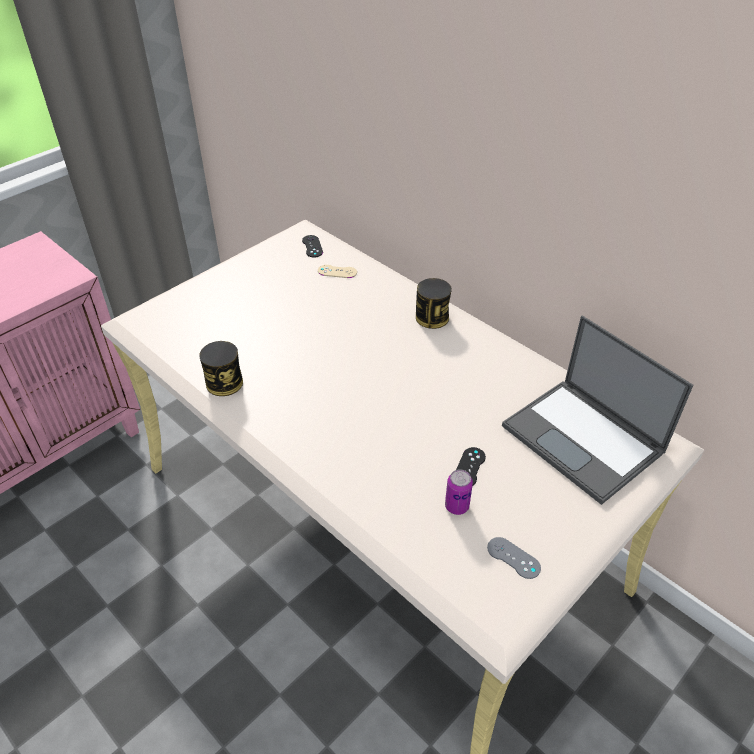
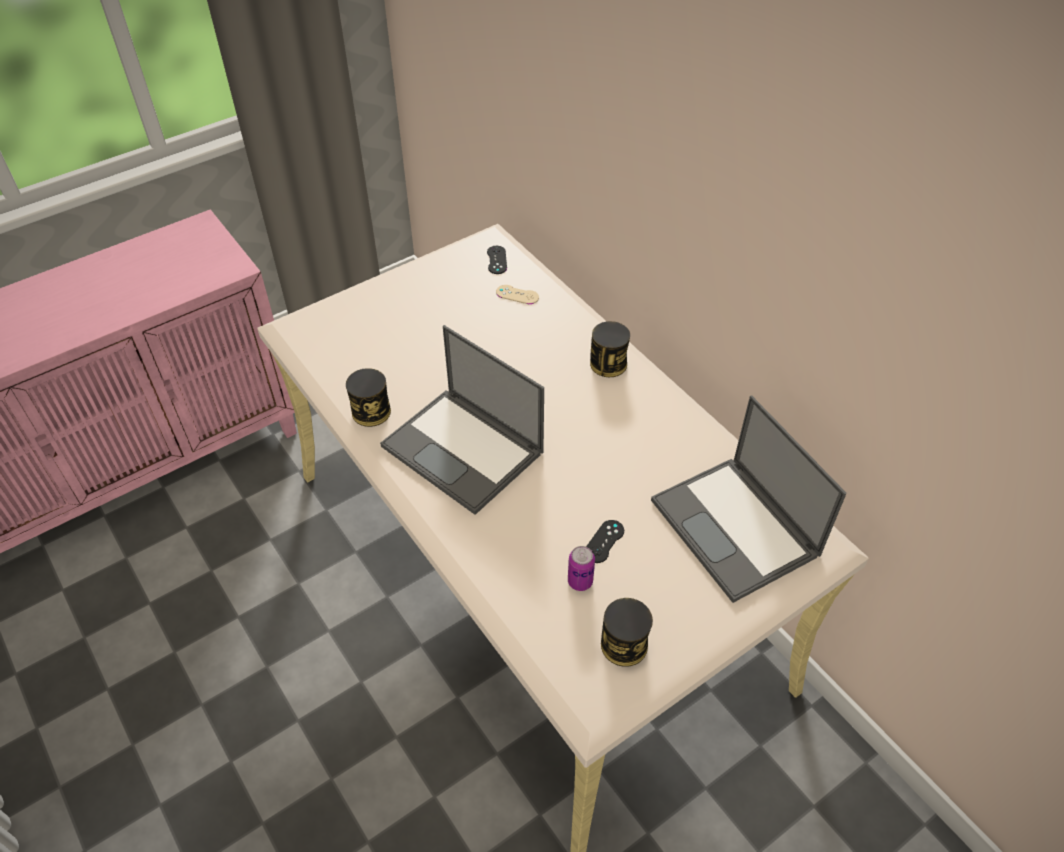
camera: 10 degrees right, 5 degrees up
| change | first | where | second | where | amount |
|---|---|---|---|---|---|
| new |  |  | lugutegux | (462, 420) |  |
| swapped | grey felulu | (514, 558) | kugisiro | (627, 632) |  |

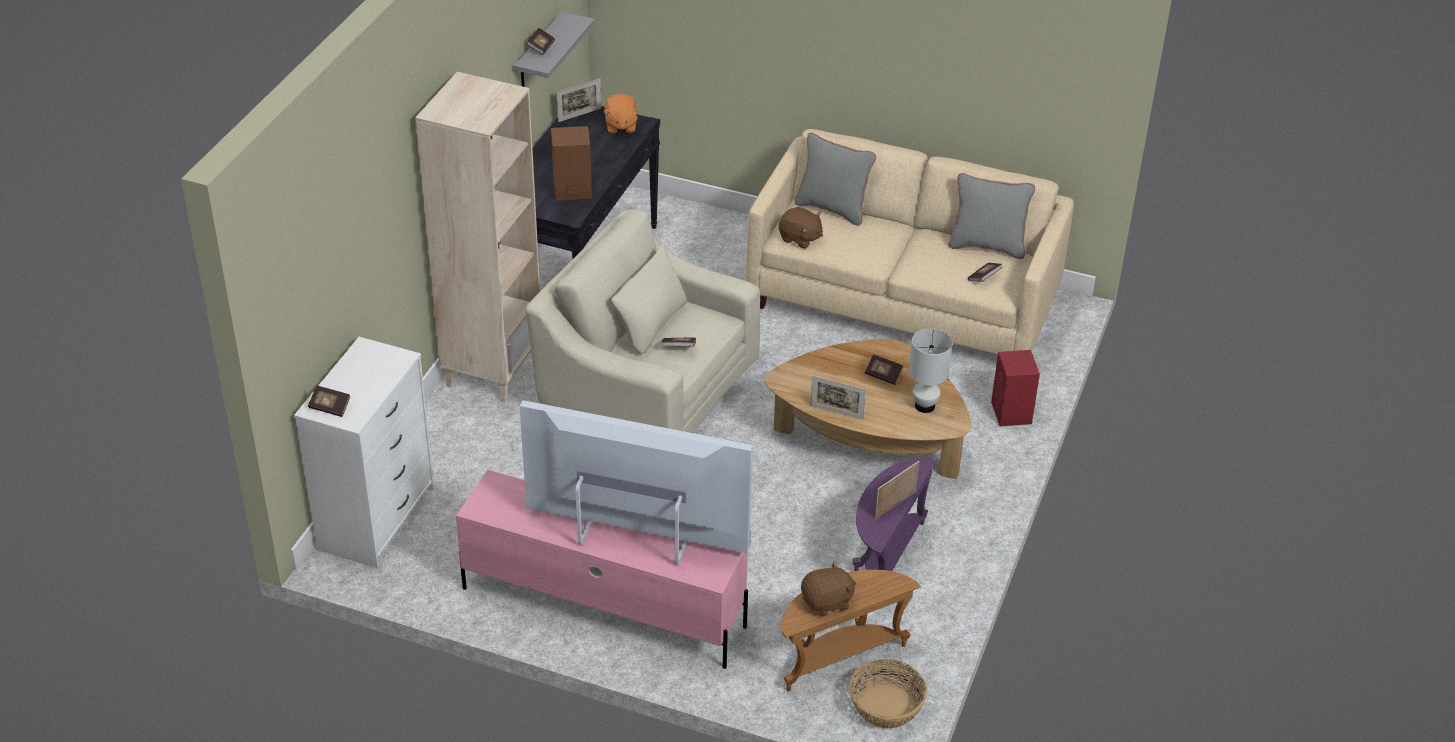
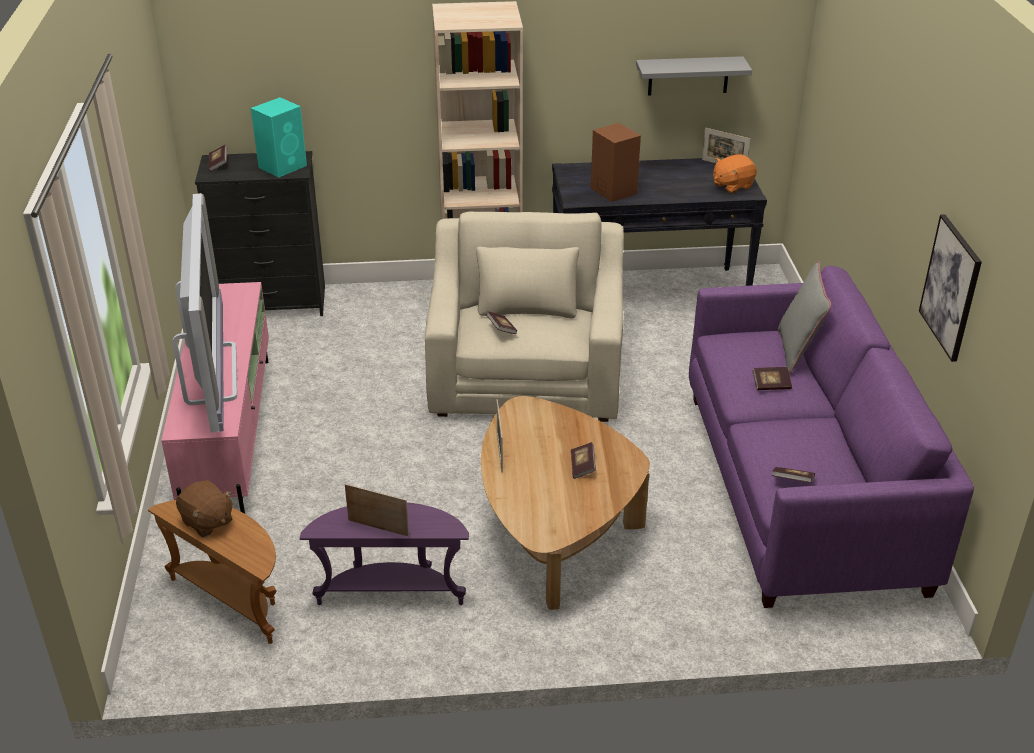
camera: 65 degrees right, 5 degrees down
| change | first | where | second | where | amount |
|---|---|---|---|---|---|
| repainted | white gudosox | (364, 452) | black gudosox | (260, 233) |  |
| new |  |  | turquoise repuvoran | (279, 137) |  |
| repainted | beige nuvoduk | (910, 242) | purple nuvoduk | (831, 437) |  |
| shifted | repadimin | (540, 41) |  | (772, 378) |  |
| new |  |  | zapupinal | (950, 288) |  |
| gone | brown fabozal | (801, 228) |  |  |  |
| gone | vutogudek | (888, 694) |  |  |  |
| gone | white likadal | (931, 370) |  |  |  |
| gone | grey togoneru | (992, 216) |  |  |  |
| gone | red repuvoran | (1015, 388) |  |  |  |

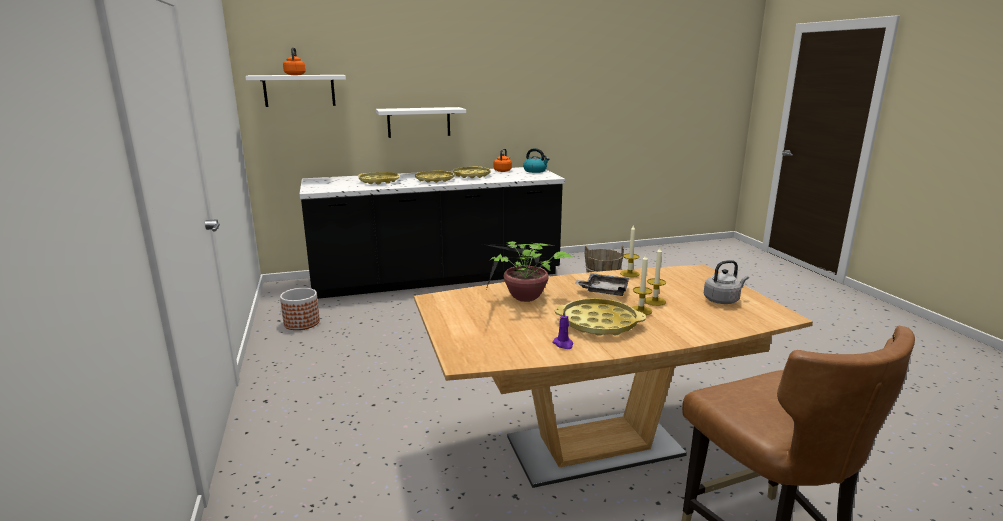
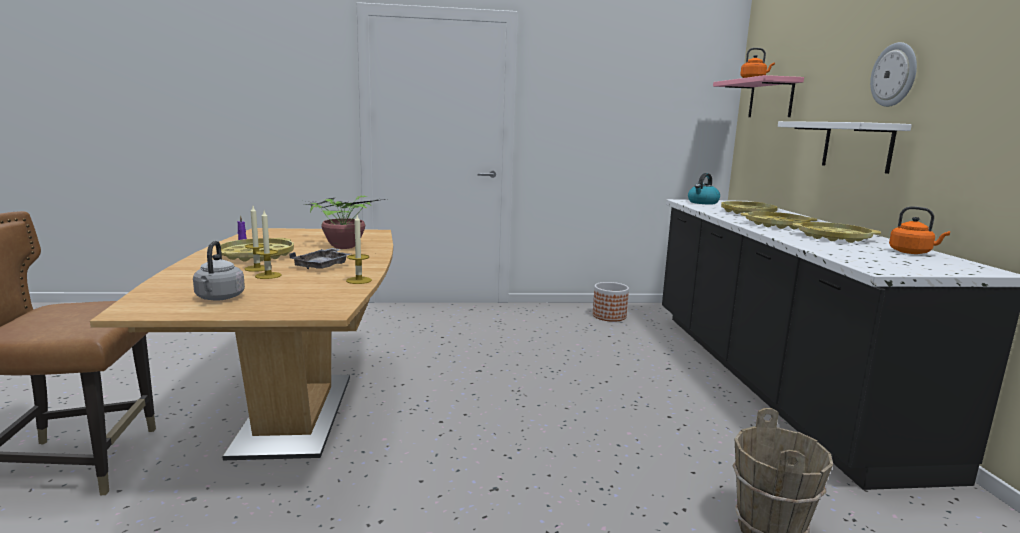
camera: 100 degrees right, 5 degrees down
| change | first | where | second | where | amount |
|---|---|---|---|---|---|
| shifted | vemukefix | (536, 160) |  | (704, 188) |  |
| repainted | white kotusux | (295, 91) | pink kotusux | (758, 96) |  |
| new |  |  | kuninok | (893, 74) |  |

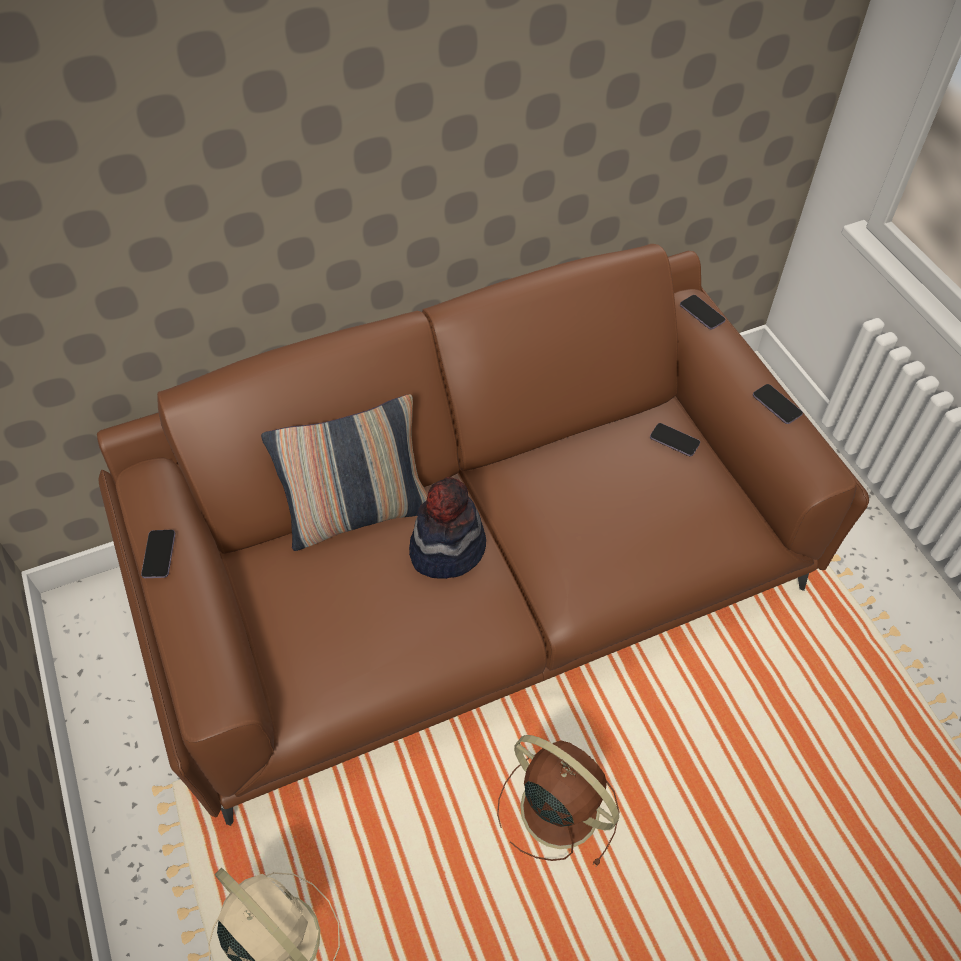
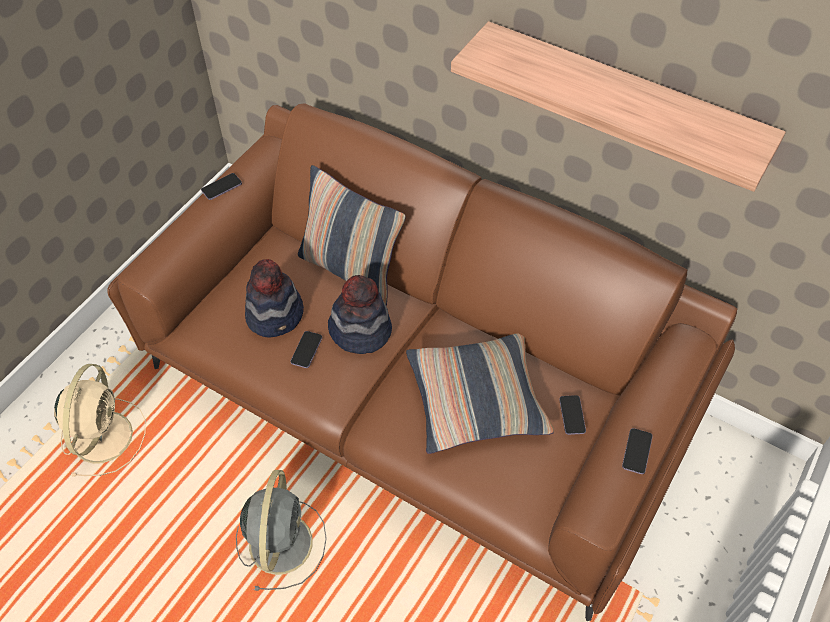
camera: 55 degrees right, 0 degrees up
| change | first | where | second | where | amount |
|---|---|---|---|---|---|
| repainted | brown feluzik | (558, 801) | grey feluzik | (281, 530) |  |
| new |  |  | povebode | (274, 298) |  |
| shifted | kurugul | (703, 312) |  | (306, 349) |  |
| new |  |  | togoneru | (480, 393) |  |
| new |  |  | kotusux | (618, 106) |  |

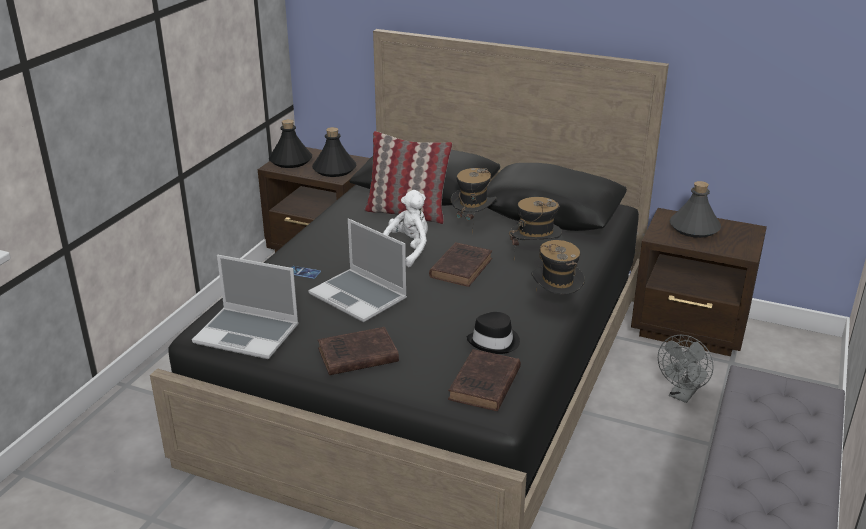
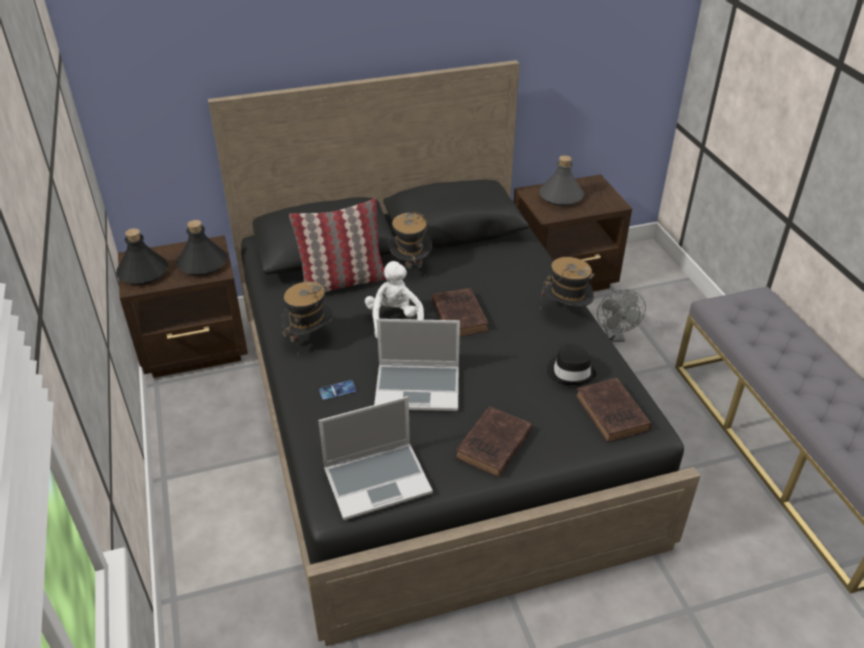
camera: 40 degrees left, 10 degrees up
| change | first | where | second | where | amount |
|---|---|---|---|---|---|
| shifted | povebode | (535, 228) |  | (307, 315) |  |

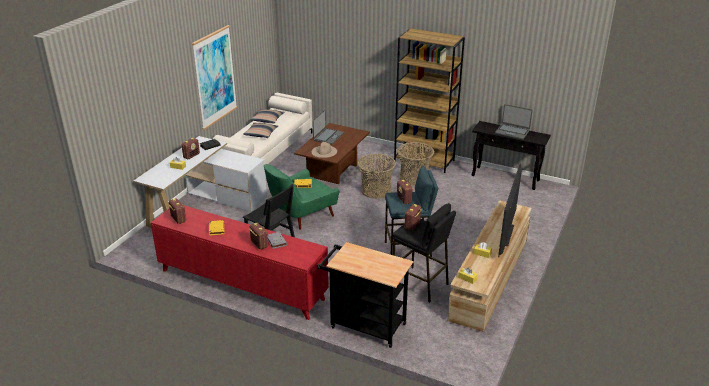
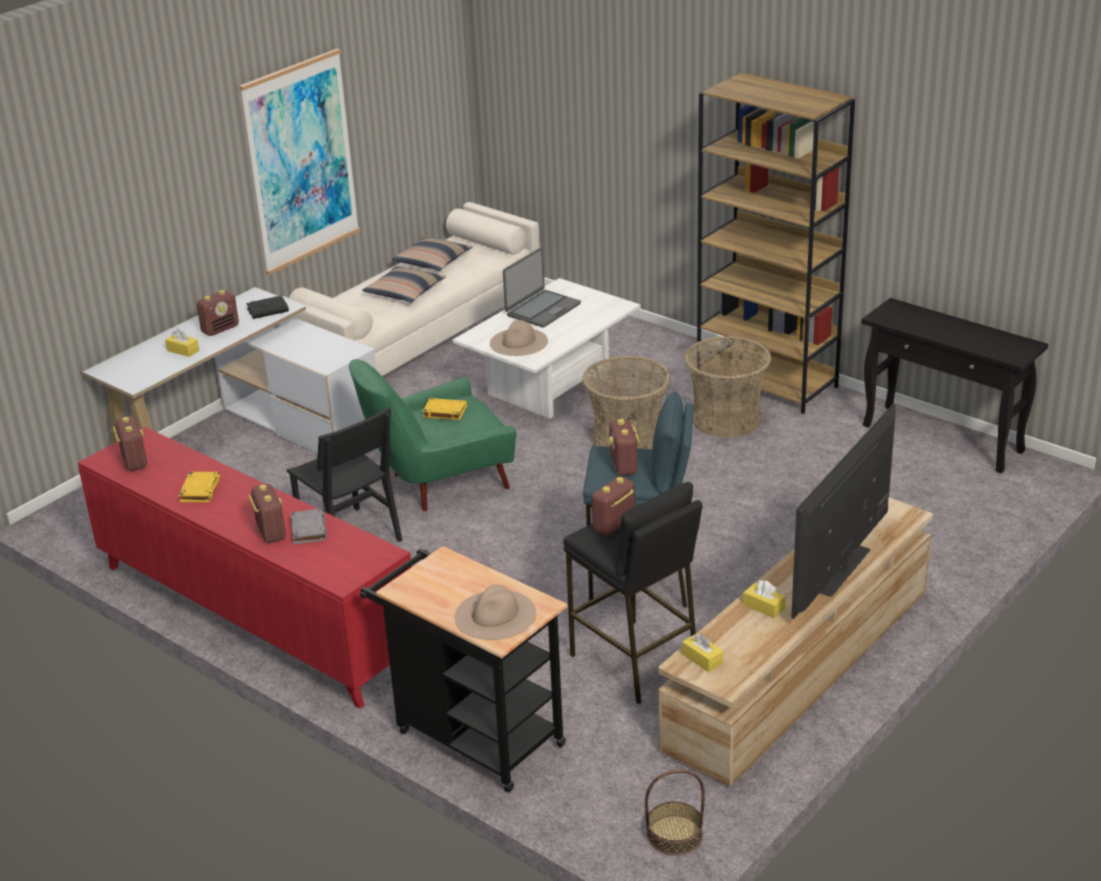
camera: 15 degrees right, 0 degrees up
| change | first | where | second | where | amount |
|---|---|---|---|---|---|
| repainted | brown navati | (332, 153) | white navati | (546, 348) |  |
| new |  |  | beige povebode | (495, 612) |  |
| new |  |  | vutogudek | (675, 813) |  |
| gone | lugutegux | (514, 122) |  |  |  |

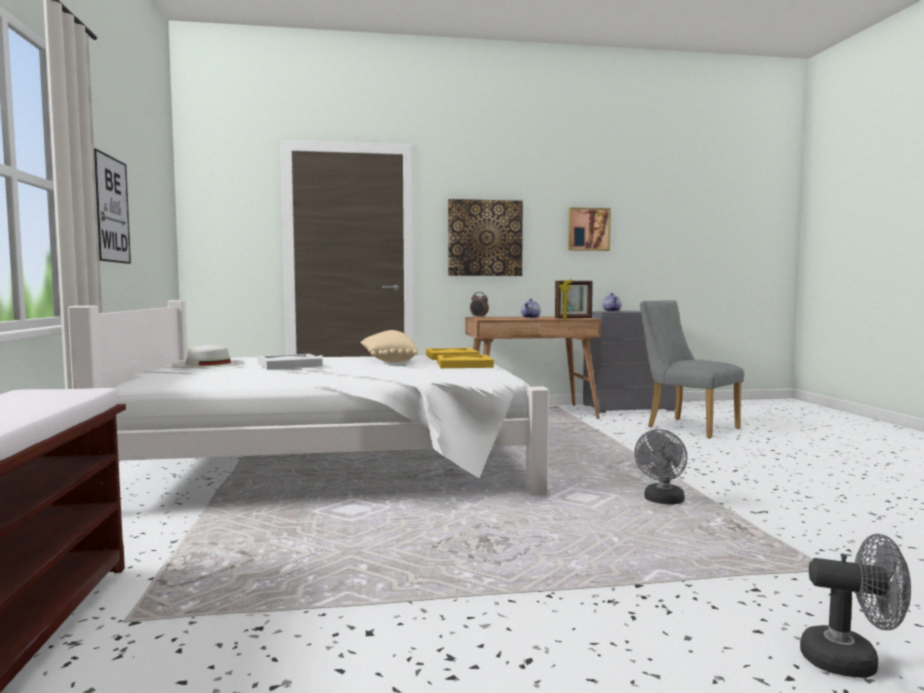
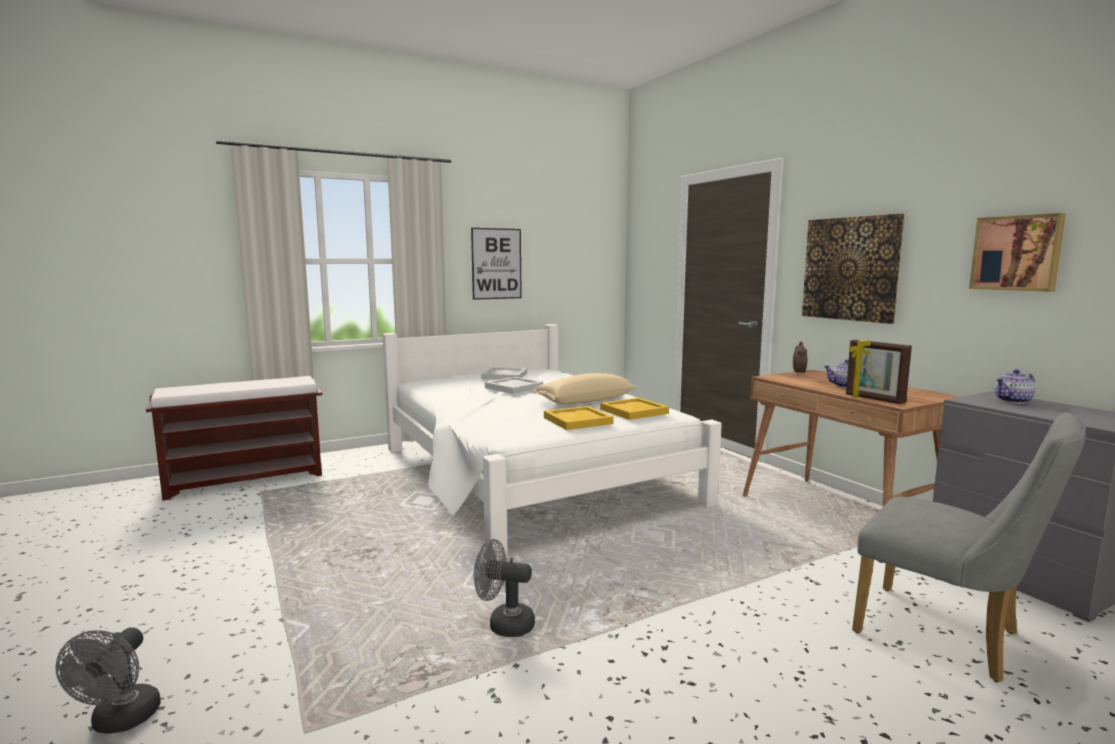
camera: 70 degrees right, 5 degrees up
| change | first | where | second | where | amount |
|---|---|---|---|---|---|
| swapped | white povebode | (208, 356) | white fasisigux | (504, 373) |  |
| rotated | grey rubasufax | (692, 369) |  | (969, 547) | 105 degrees clockwise |

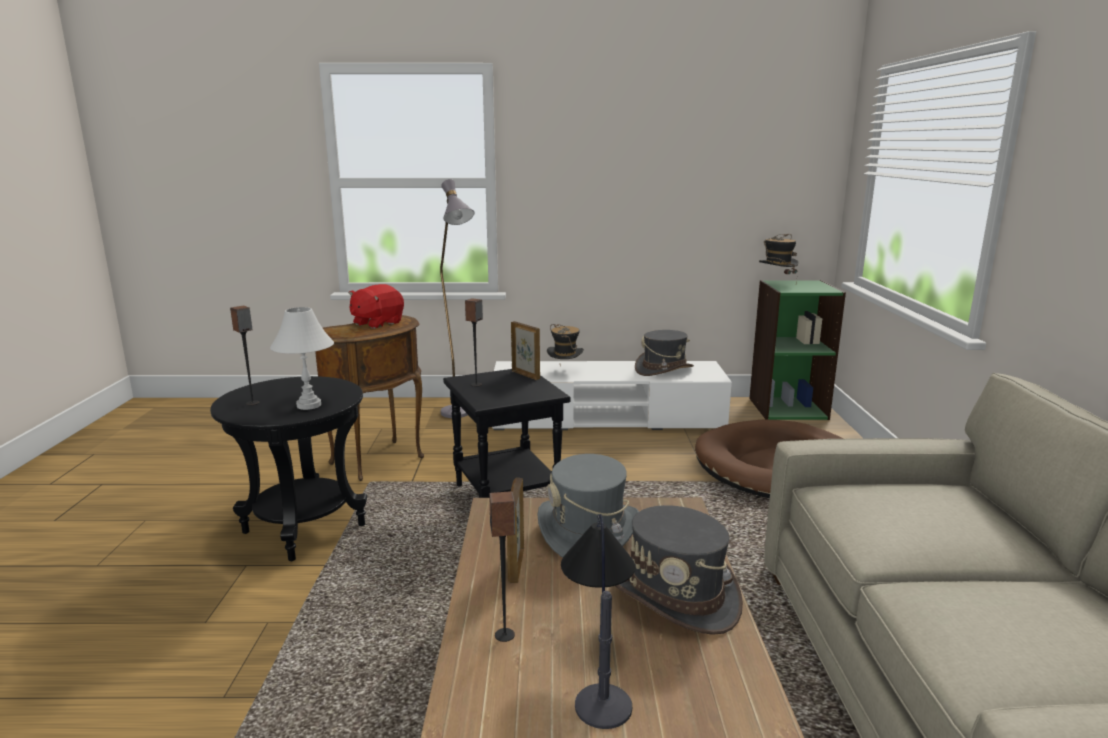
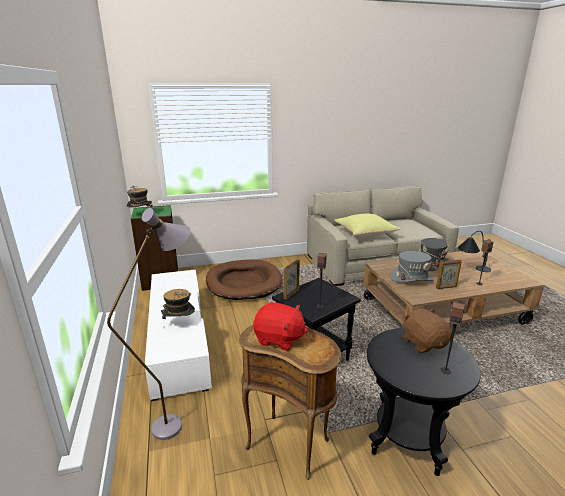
camera: 105 degrees left, 5 degrees up
| change | first | where | second | where | amount |
|---|---|---|---|---|---|
| new |  |  | yellow togoneru | (367, 225) |  |
| swapped | white likadal | (302, 358) | brown fabozal | (427, 331) |  |
| gone | grey povebode | (664, 353) |  |  |  |

